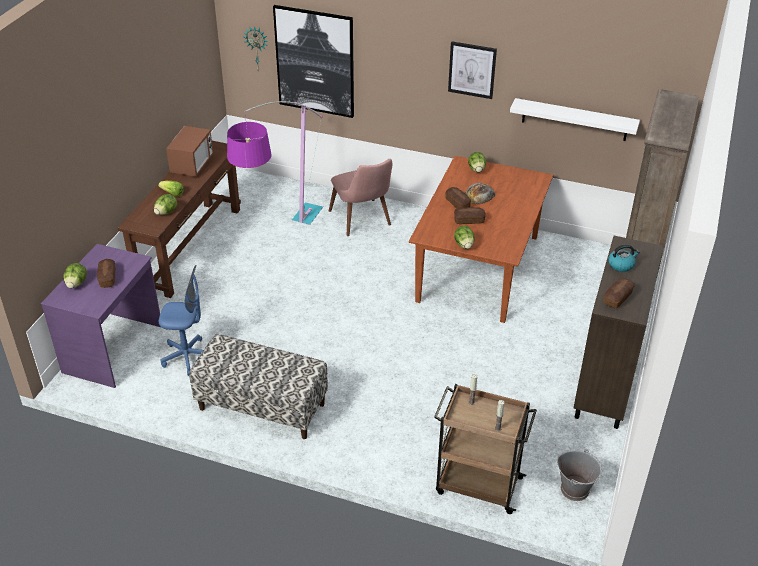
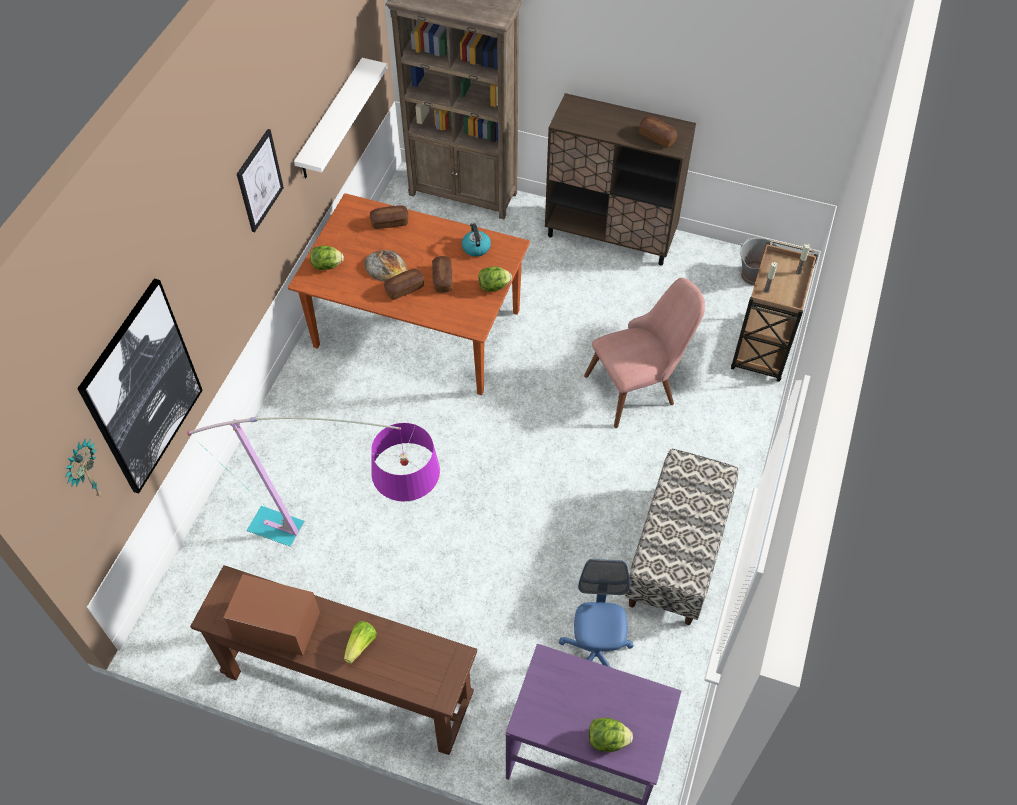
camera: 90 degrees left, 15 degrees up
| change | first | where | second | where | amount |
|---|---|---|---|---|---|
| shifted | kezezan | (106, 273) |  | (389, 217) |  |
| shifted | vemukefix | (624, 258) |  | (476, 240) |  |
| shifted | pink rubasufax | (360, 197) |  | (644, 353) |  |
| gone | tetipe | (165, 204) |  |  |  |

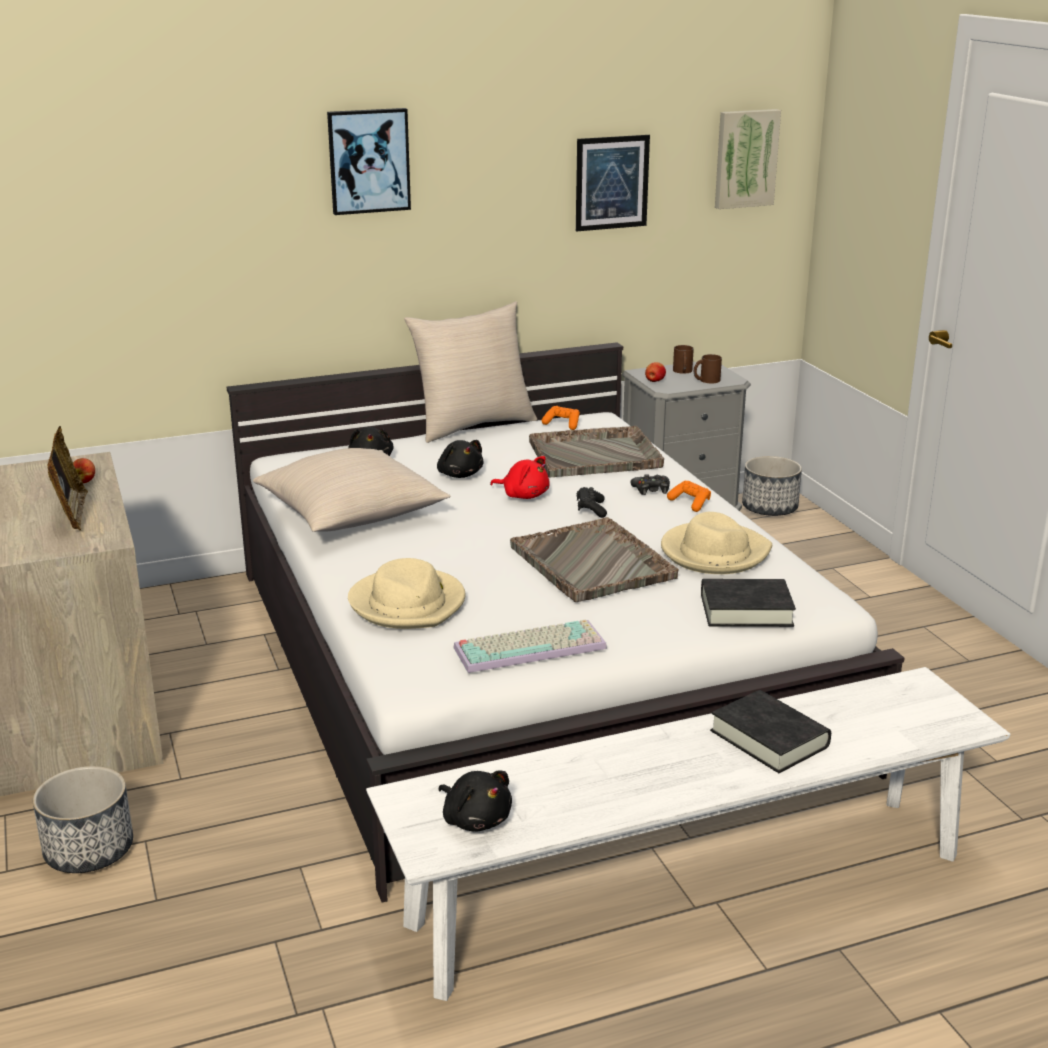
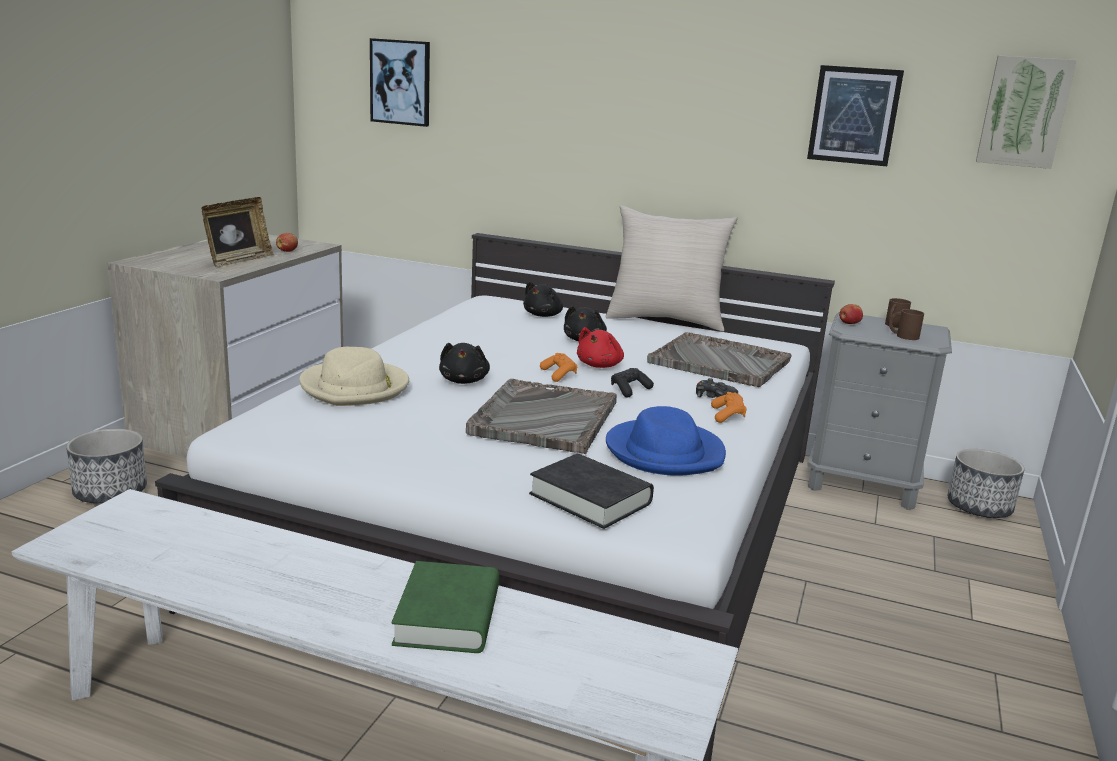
camera: 40 degrees right, 5 degrees down
| change | first | where | second | where | amount |
|---|---|---|---|---|---|
| shifted | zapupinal | (369, 161) |  | (400, 82) |  |
| repainted | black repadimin | (770, 731) | green repadimin | (445, 607) |  |
| shifted | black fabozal | (475, 801) |  | (464, 363) |  |
| shifted | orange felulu | (561, 418) |  | (558, 367) |  |
| rotated | red fabozal | (520, 477) |  | (600, 347) | 45 degrees clockwise |
| repainted | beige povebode | (716, 543) | blue povebode | (666, 441) |  |
| gone | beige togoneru | (352, 490) |  |  |  |
| gone | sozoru | (530, 646) |  |  |  |

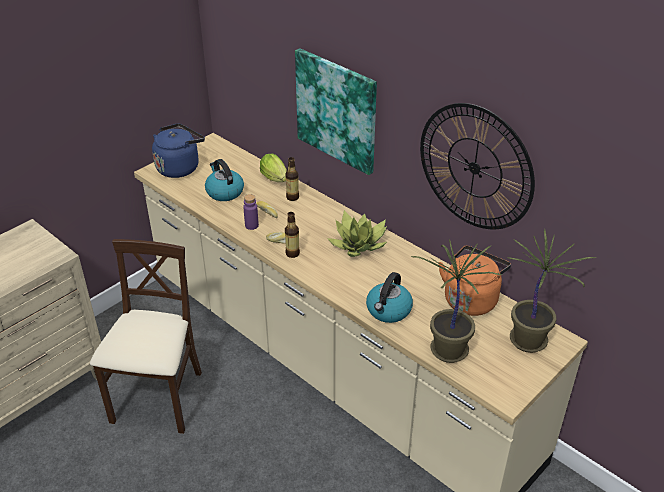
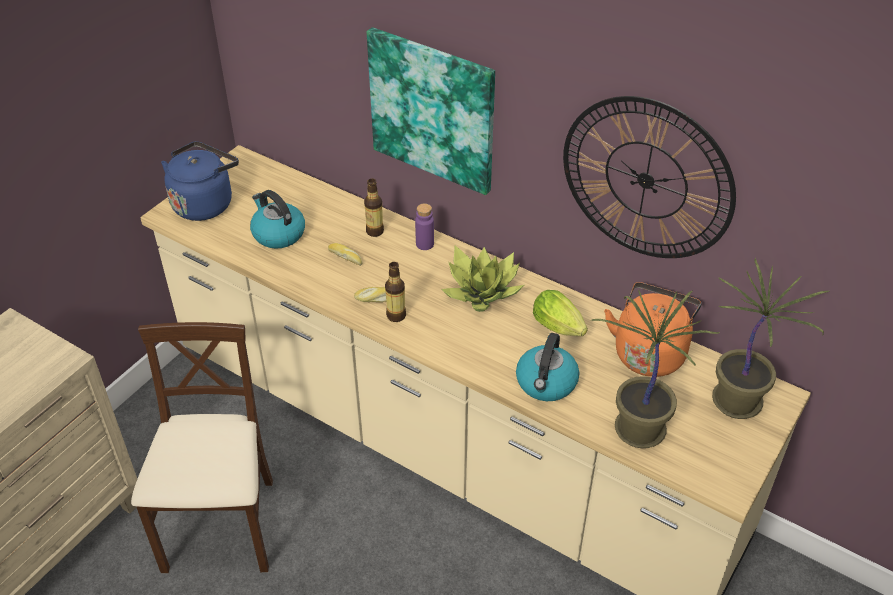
camera: 10 degrees left, 5 degrees up
| change | first | where | second | where | amount |
|---|---|---|---|---|---|
| shifted | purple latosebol | (251, 212) |  | (424, 226) |  |
| shifted | tetipe | (273, 167) |  | (560, 313) |  |

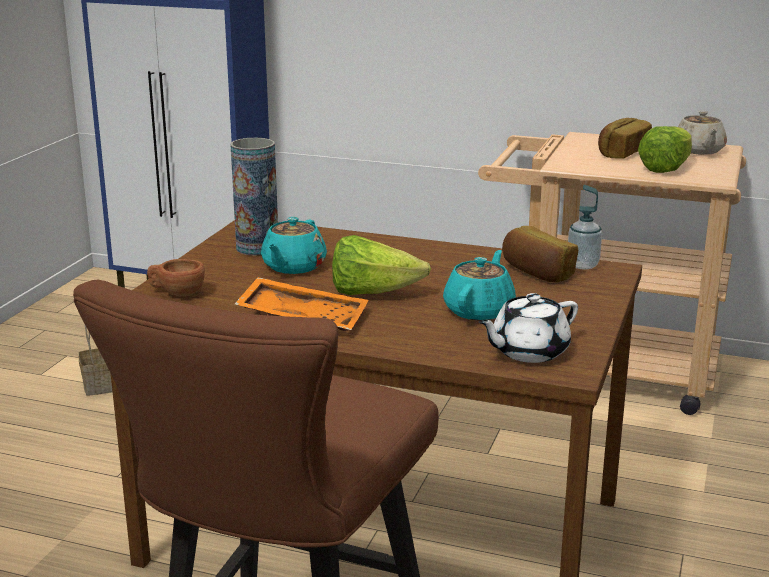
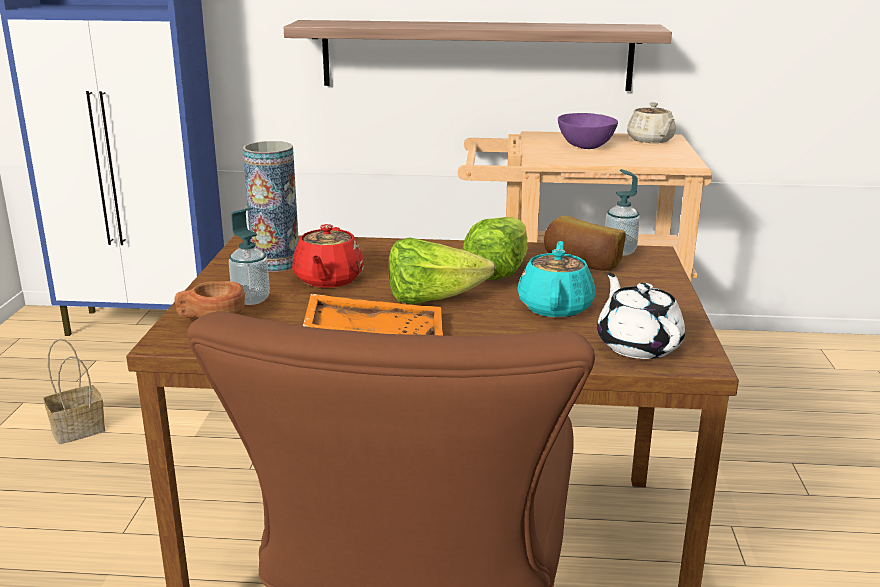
camera: 15 degrees left, 0 degrees up
| change | first | where | second | where | amount |
|---|---|---|---|---|---|
| new |  |  | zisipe | (249, 256) |  |
| new |  |  | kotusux | (477, 55) |  |
| repainted | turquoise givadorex | (294, 245) | red givadorex | (328, 256) |  |
| shifted | tetipe | (665, 149) |  | (494, 248) |  |
| swapped | kezezan | (625, 138) | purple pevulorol | (588, 131) |  |
| rotated | white givadorex | (528, 328) |  | (641, 315) | 120 degrees clockwise |

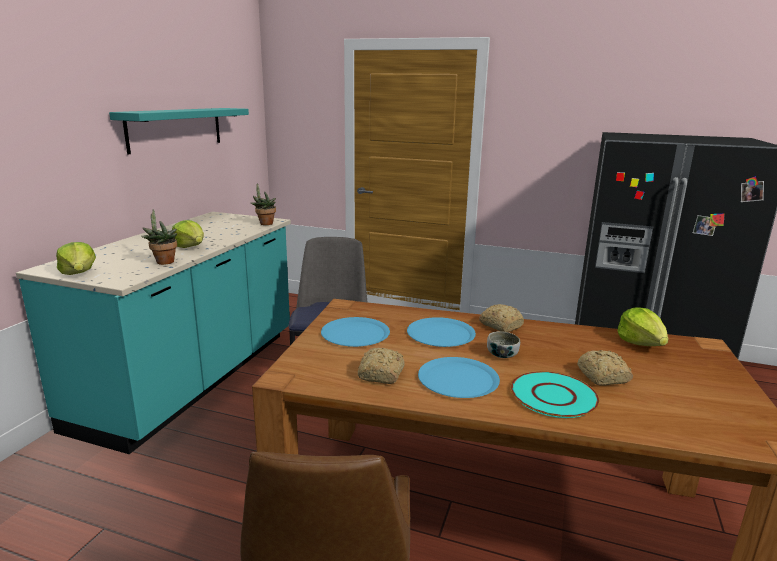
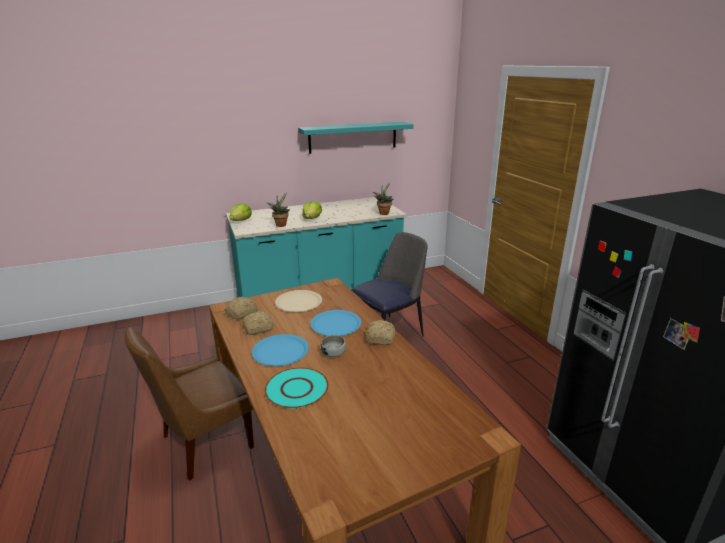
camera: 50 degrees right, 5 degrees up
| change | first | where | second | where | amount |
|---|---|---|---|---|---|
| shifted | kezezan | (605, 368) |  | (240, 308) |  |
| repainted | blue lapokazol | (355, 332) | beige lapokazol | (298, 301) |  |
| gone | tetipe | (643, 326) |  |  |  |

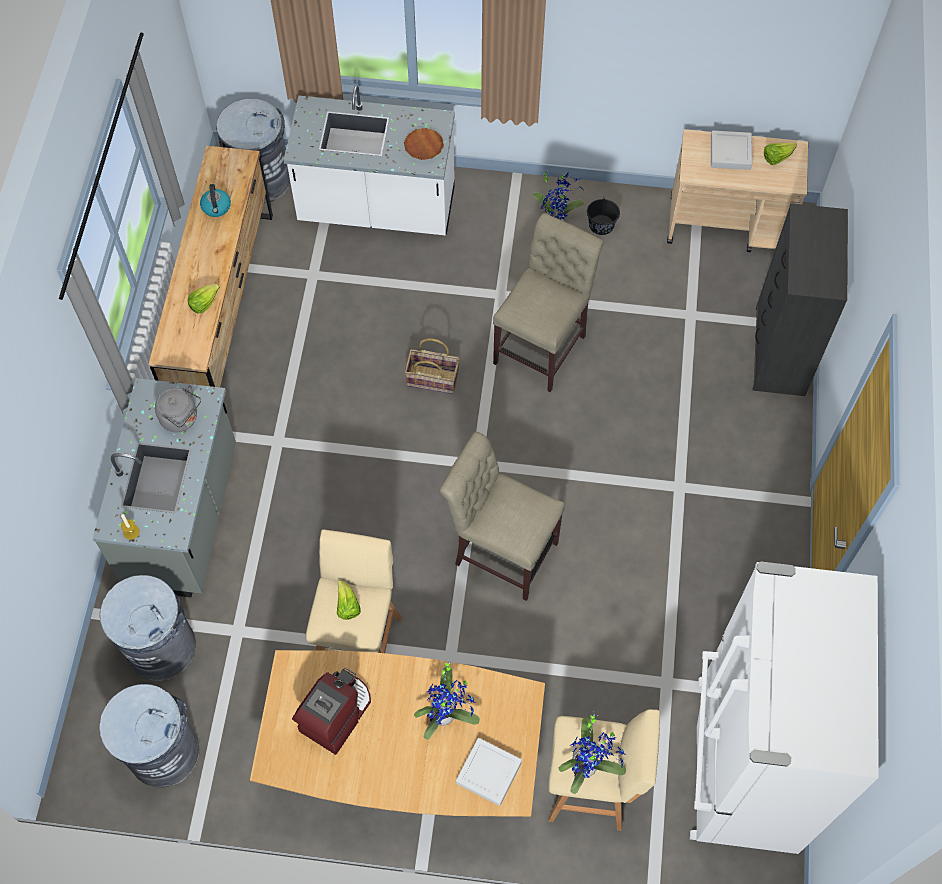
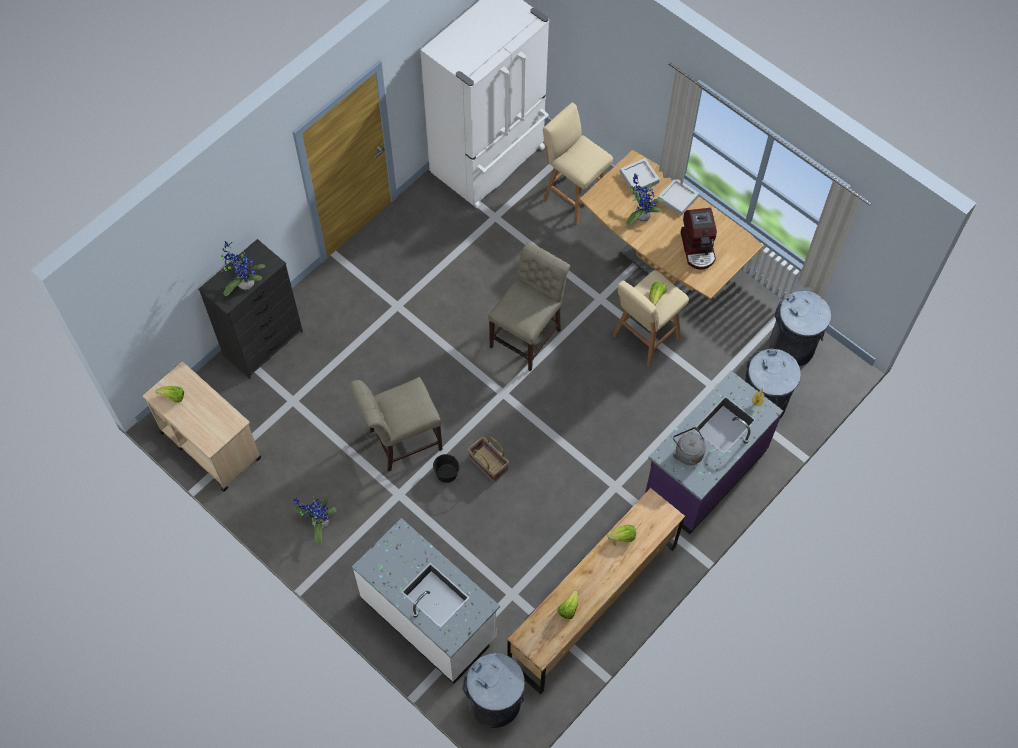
camera: 145 degrees left, 0 degrees up
| change | first | where | second | where | amount |
|---|---|---|---|---|---|
| shifted | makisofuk | (592, 752) |  | (243, 268) |  |
| shifted | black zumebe | (603, 215) |  | (446, 468) |  |
| rotated | beige rubasufax | (502, 516) |  | (529, 306) | 120 degrees counterclockwise |
| swapped | vemukefix | (215, 200) | tetipe | (567, 604) |  |
| repainted | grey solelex | (164, 487) | purple solelex | (714, 452) |  |
| shifted | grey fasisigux | (731, 150) |  | (678, 197) |  |
| rotated | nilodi | (331, 711) |  | (699, 239) | 75 degrees counterclockwise |
| gone | brown lapokazol | (424, 144) |  |  |  |

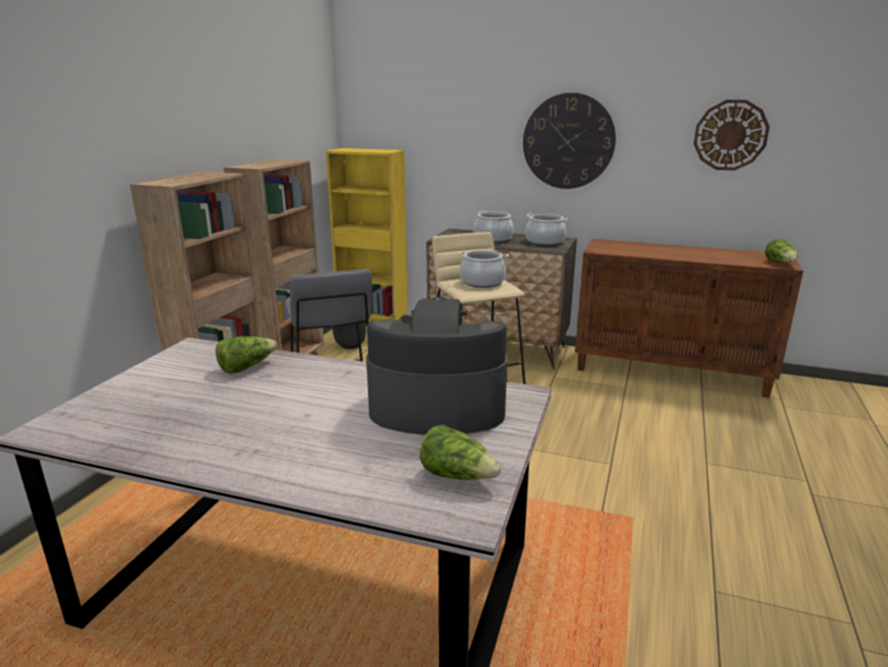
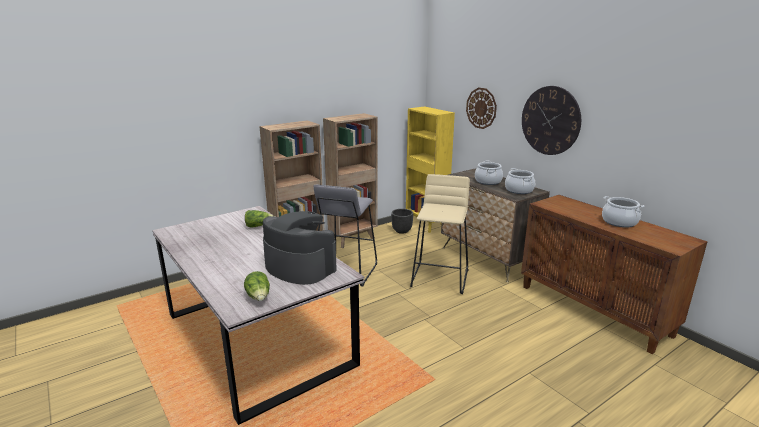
camera: 35 degrees right, 0 degrees up
| change | first | where | second | where | amount |
|---|---|---|---|---|---|
| shifted | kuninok | (732, 135) |  | (481, 108) |  |
| shifted | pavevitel | (483, 269) |  | (623, 212) |  |
| gone | tetipe | (781, 250) |  |  |  |

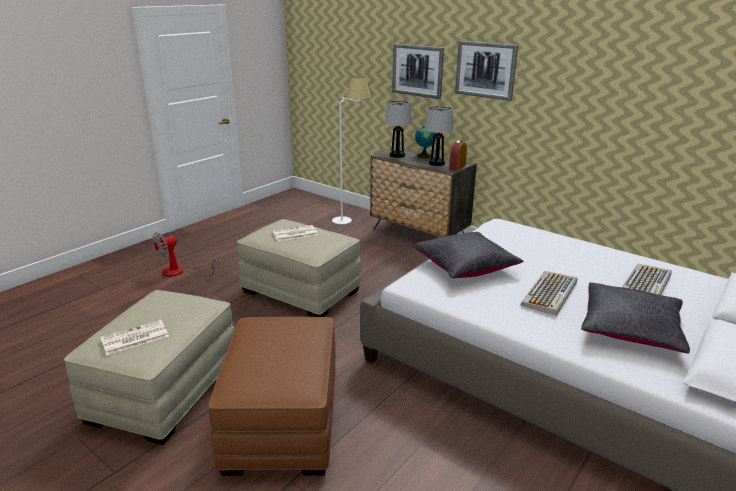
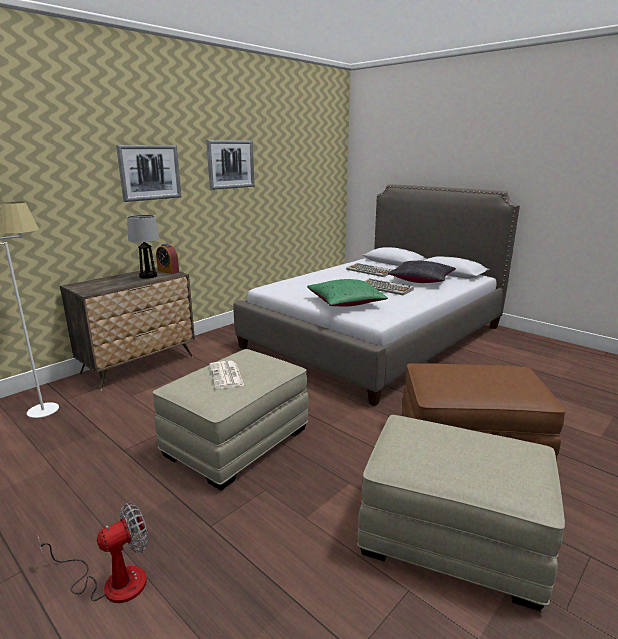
camera: 85 degrees left, 5 degrees down
| change | first | where | second | where | amount |
|---|---|---|---|---|---|
| rotated | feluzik | (185, 255) |  | (92, 553) | 90 degrees counterclockwise |
| shifted | zapupinal | (418, 71) |  | (230, 165) |  |
| repainted | black togoneru | (468, 255) | green togoneru | (347, 293) |  |
| gone | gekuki | (135, 337) |  |  |  |
| gone | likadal | (398, 129) |  |  |  |
| gone | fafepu | (425, 141) |  |  |  |

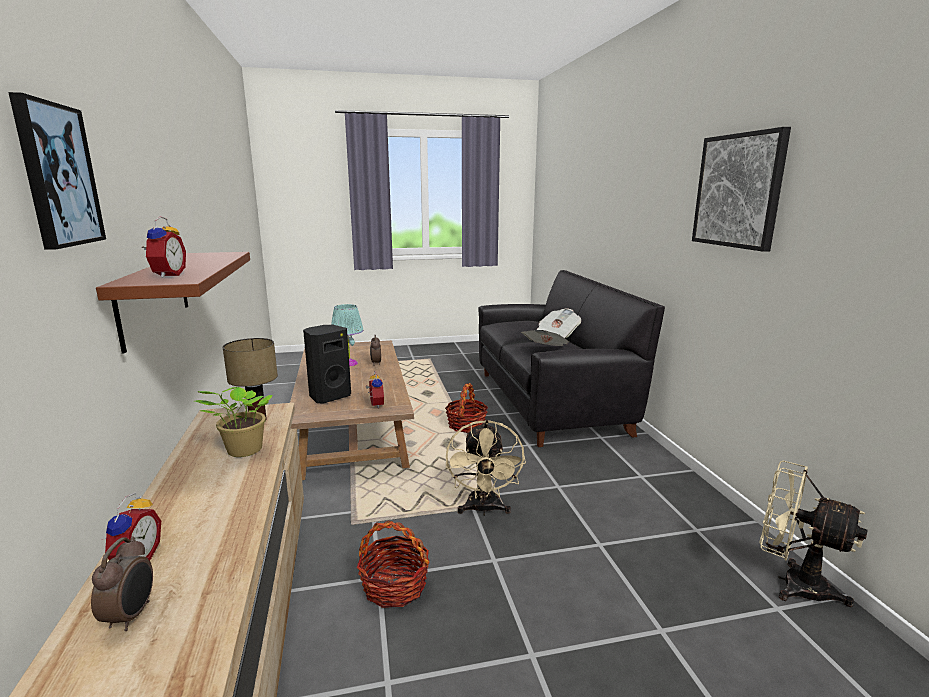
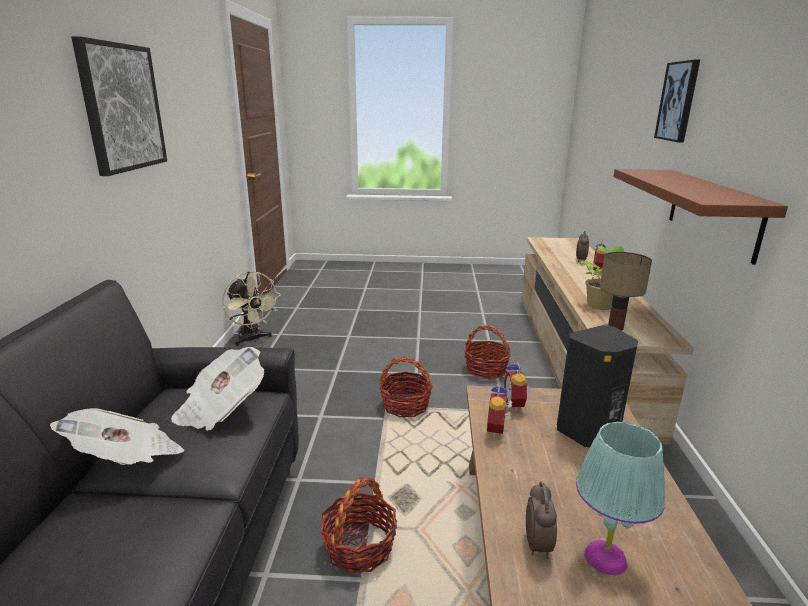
camera: 165 degrees left, 5 degrees up
| change | first | where | second | where | amount |
|---|---|---|---|---|---|
| swapped | beige feluzik | (486, 468) | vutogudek | (406, 387) |  |
| shifted | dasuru | (164, 247) |  | (500, 409) |  |

